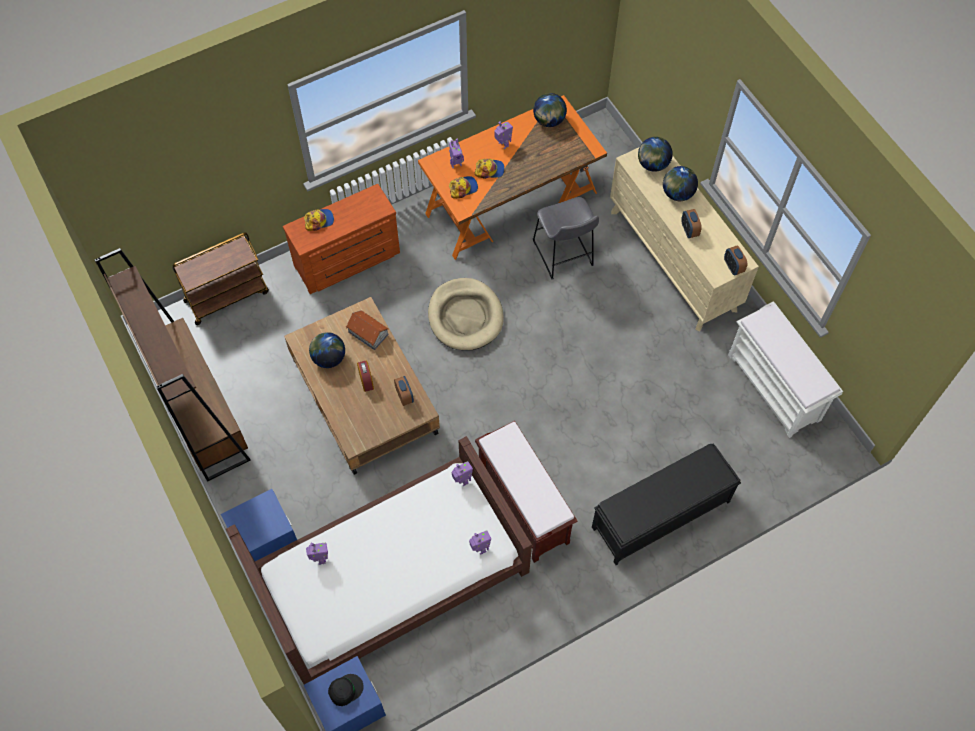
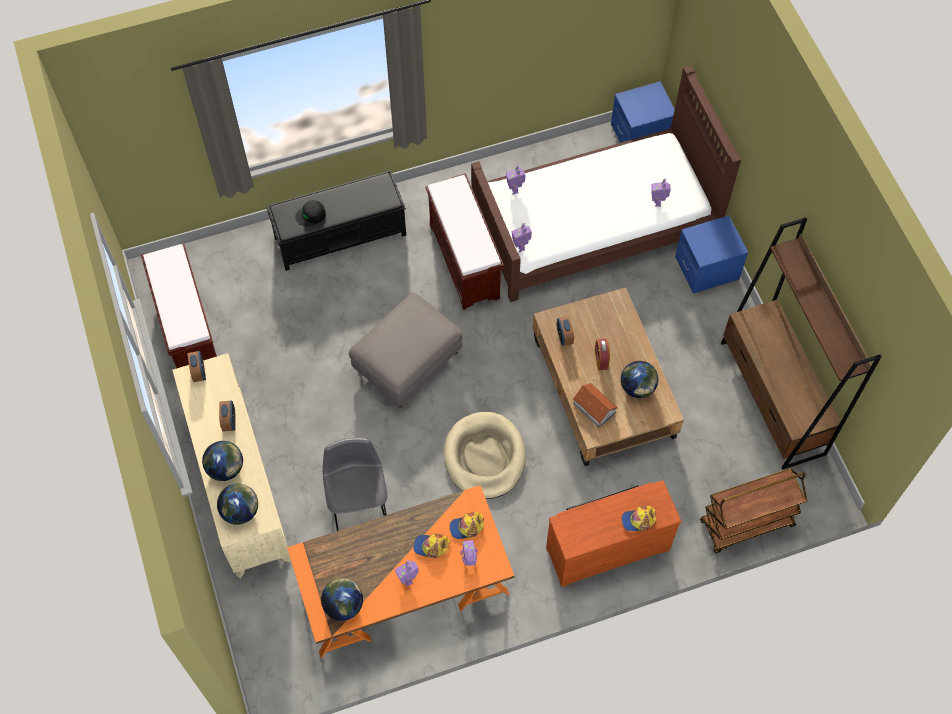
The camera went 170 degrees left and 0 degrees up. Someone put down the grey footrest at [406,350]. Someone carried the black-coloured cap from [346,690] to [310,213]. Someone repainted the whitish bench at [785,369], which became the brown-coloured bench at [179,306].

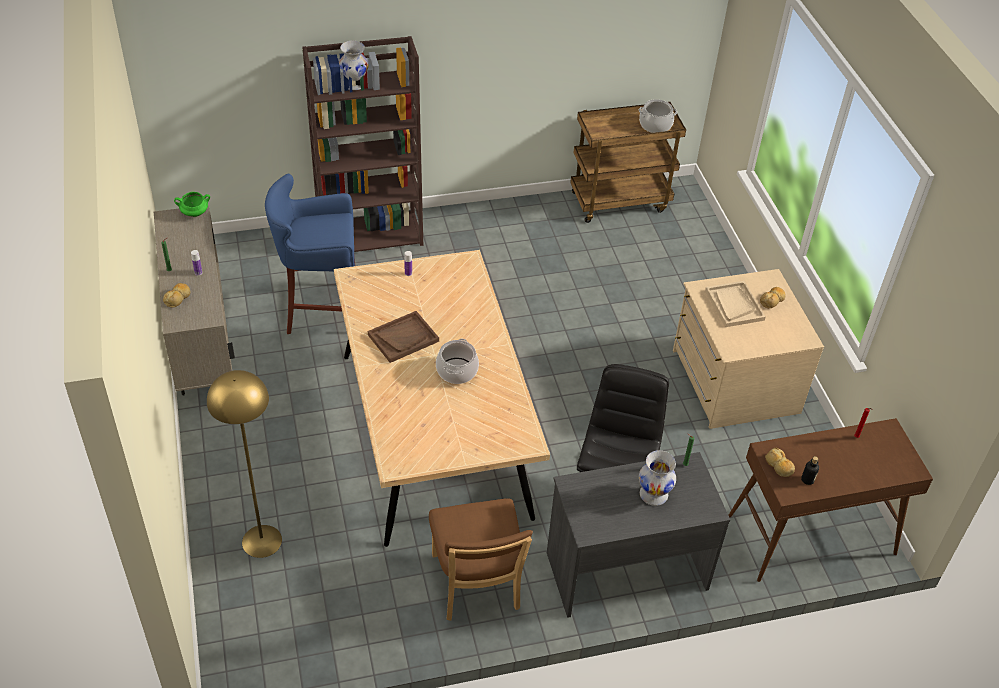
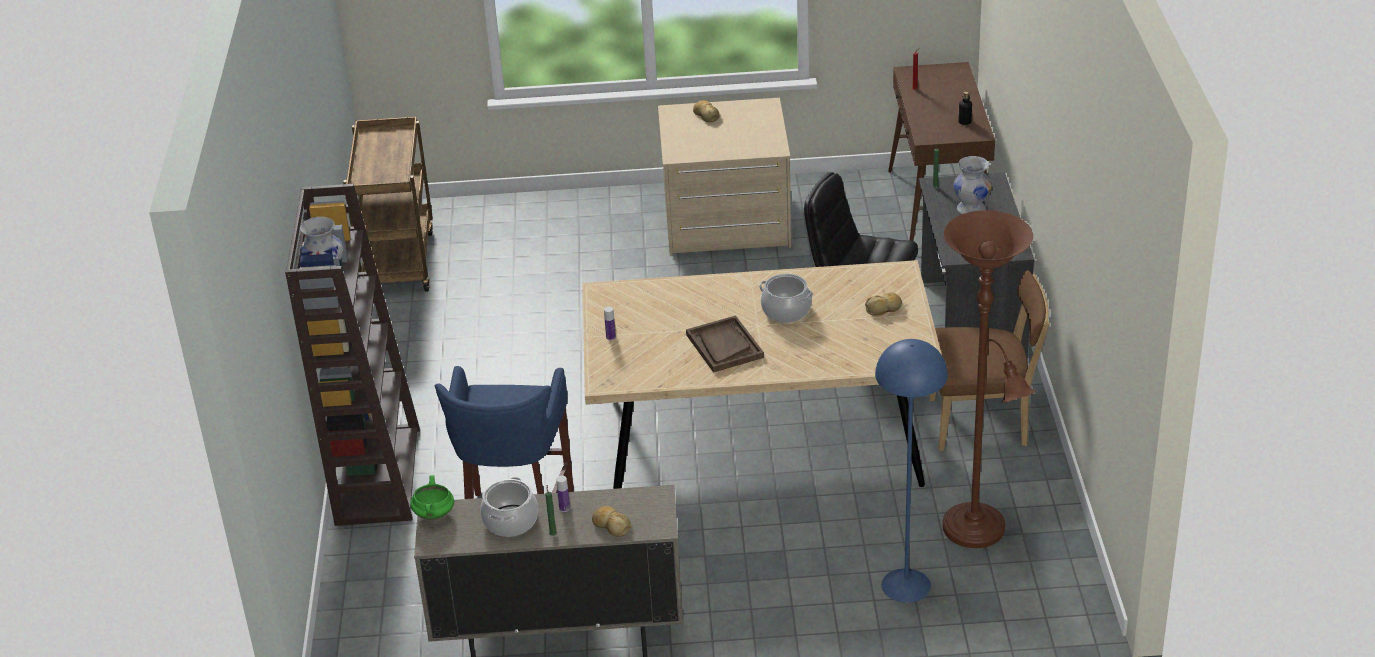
The camera went 75 degrees left and 10 degrees down. Someone took away the sand-coloured tray at [735,304]. Someone put down the brown-coloured standing lamp at [989,379]. Someone carried the saucepot from [658,116] to [509,507]. Someone carried the bread from [780,462] to [883,304]. Someone repainted the yellowish standing lamp at [244,464], which became the blue-coloured standing lamp at [911,471].

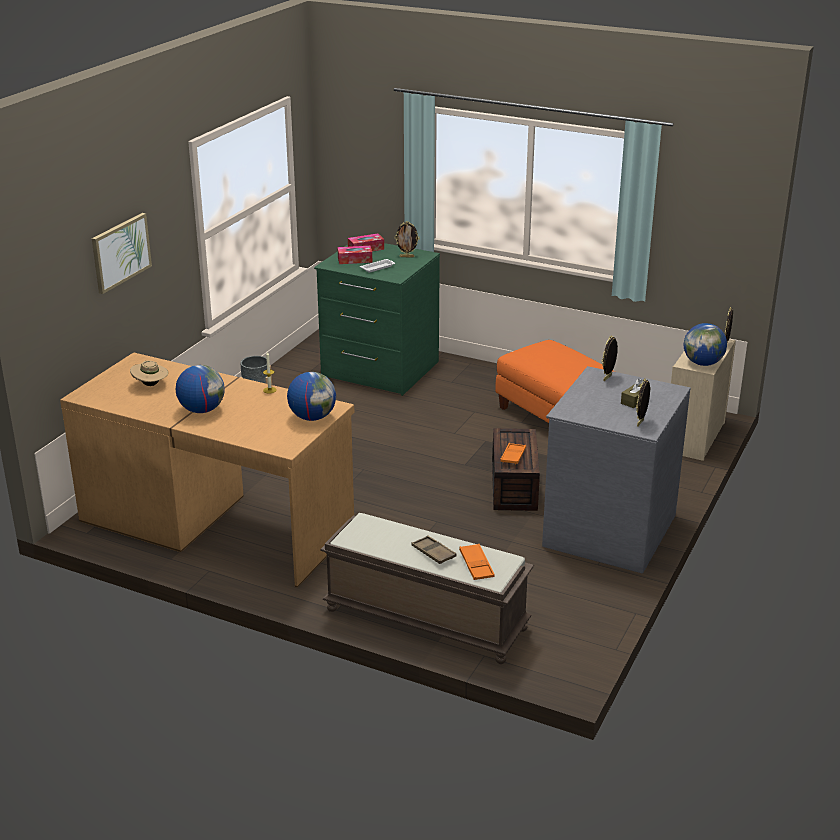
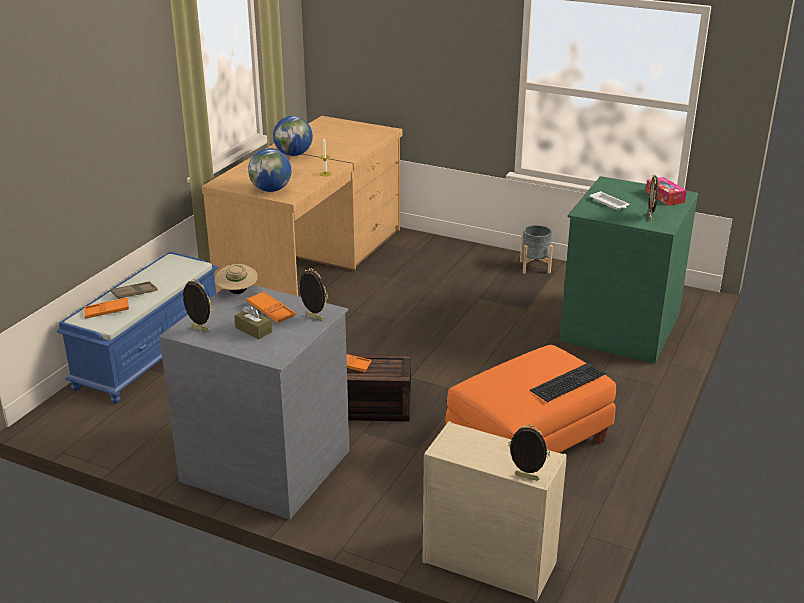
The camera went 90 degrees right and 0 degrees up. Someone took away the wall art at [122,253]. Someone took away the box of tissues at [355,255]. Someone took away the globe at [705,344]. Someone put down the orangey tray at [270,307]. Someone put down the PC keyboard at [568,382]. Someone carried the sand-coloured hat from [149,373] to [236,279]. Someone repainted the brown-coloured bench at [427,588], which became the blue-coloured bench at [137,328].

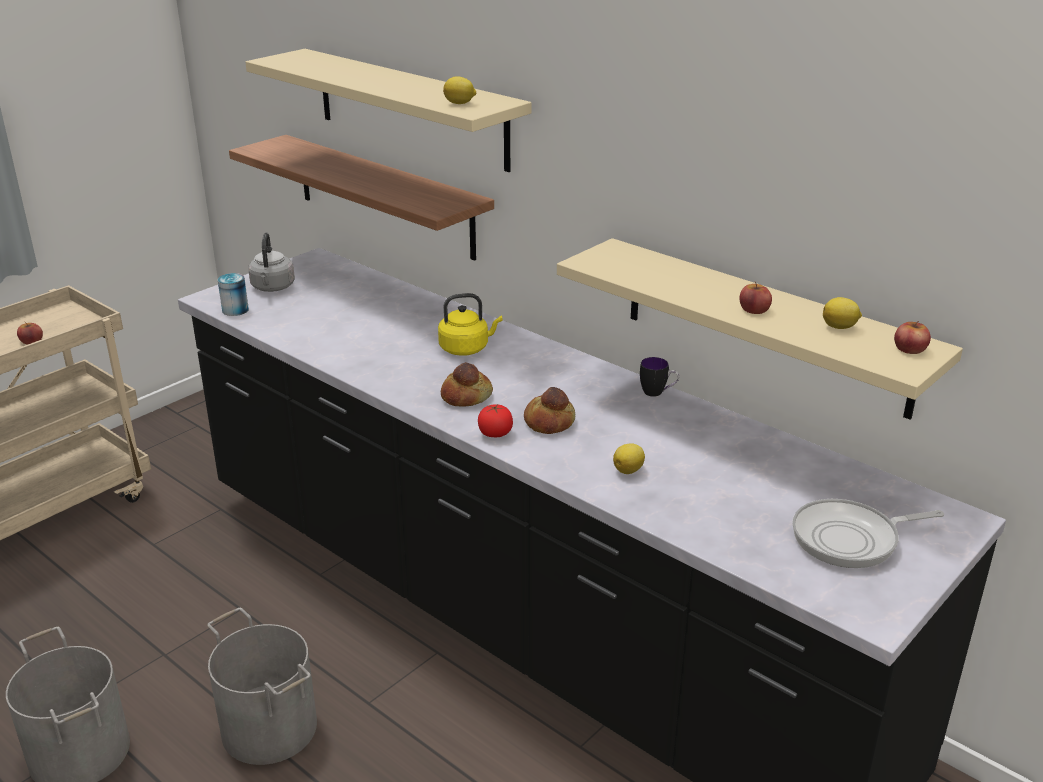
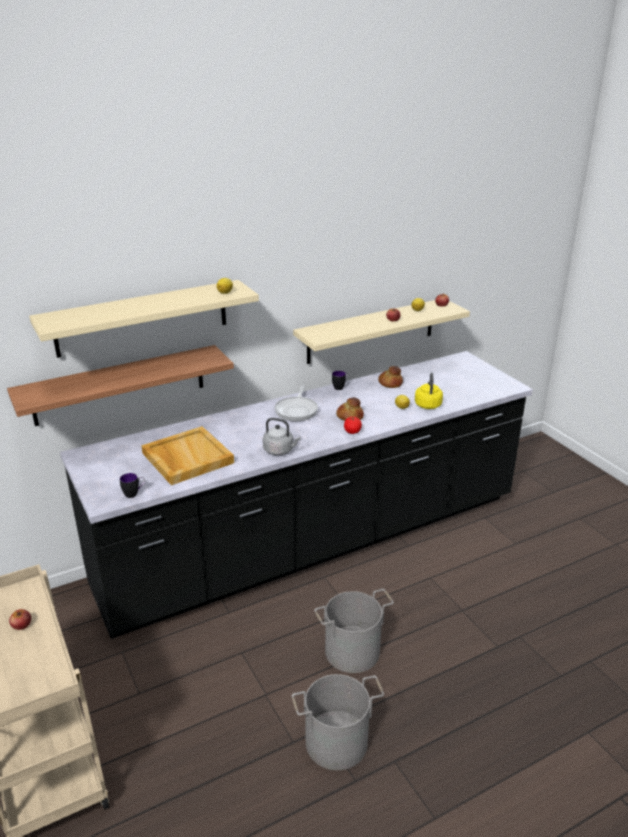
The camera went 70 degrees left and 0 degrees up. Someone put down the sand-coloured tray at [187,455]. Someone carried the grey kettle from [271,262] to [282,437]. Someone carried the yellowish kettle from [470,324] to [429,391]. Someone carried the bread from [467,384] to [390,377]. Someone carried the skillet from [868,533] to [296,403]. Someone swapped the metal can at [233,294] for the coffee mug at [132,485].

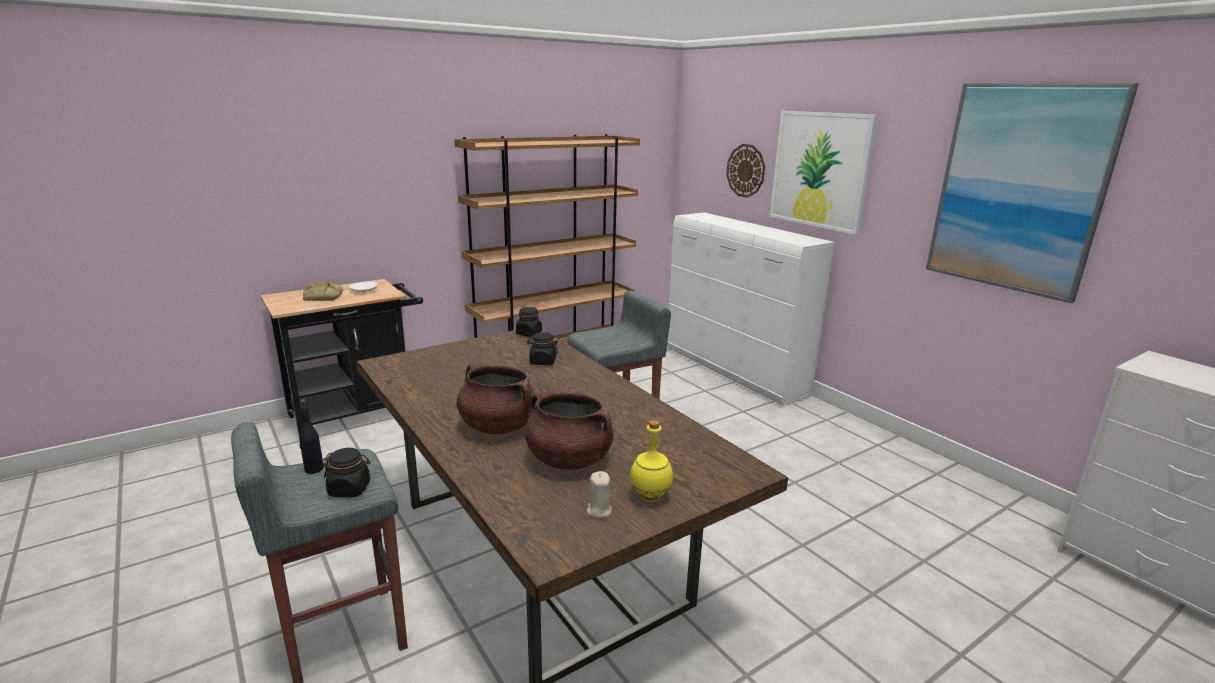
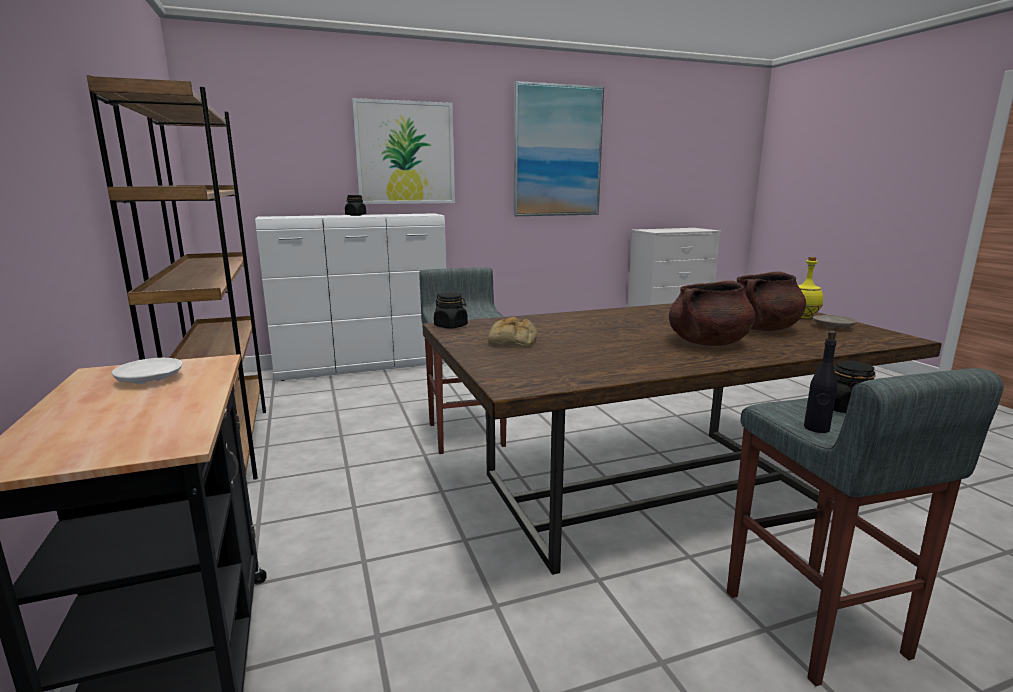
The camera went 75 degrees left and 5 degrees down. Someone took away the wall clock at [745,171]. Someone carried the bread from [323,291] to [512,331]. Someone carried the black-coloured preserve jar from [542,348] to [355,205]. Someone swapped the sand-coloured wax candle at [599,494] for the sand-coloured dinner plate at [835,322].

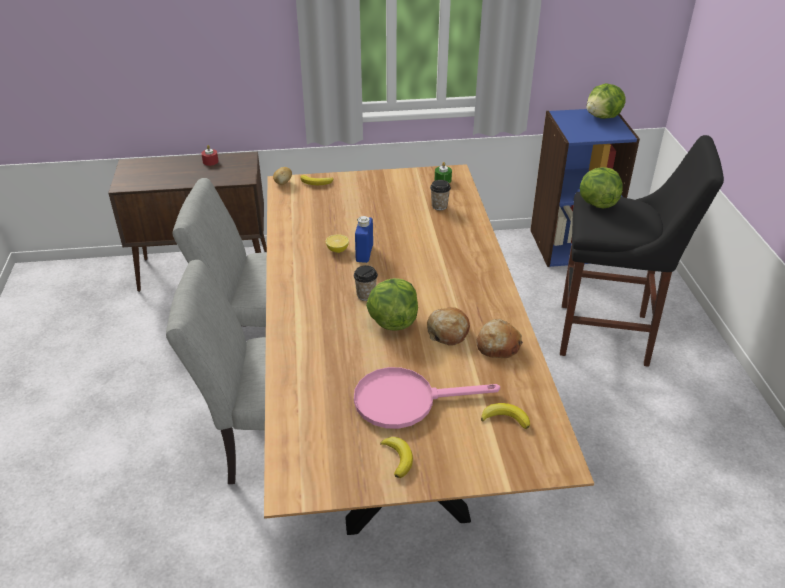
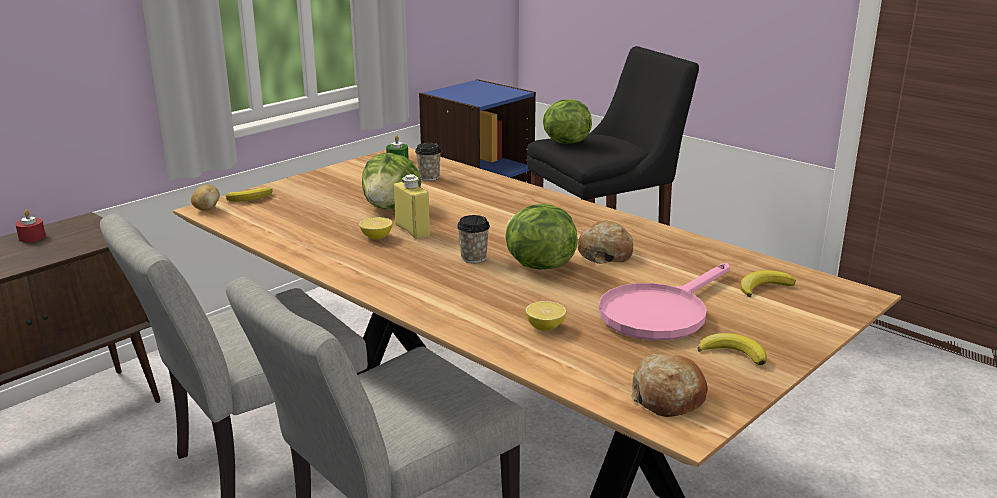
The camera went 40 degrees left and 15 degrees down. Someone put down the whole lemon at [546,316]. Someone carried the bread from [500,338] to [670,385]. Someone carried the lettuce from [606,101] to [391,181]. Someone repainted the blue-coloured beverage bottle at [364,239], which became the yellowish beverage bottle at [412,206].

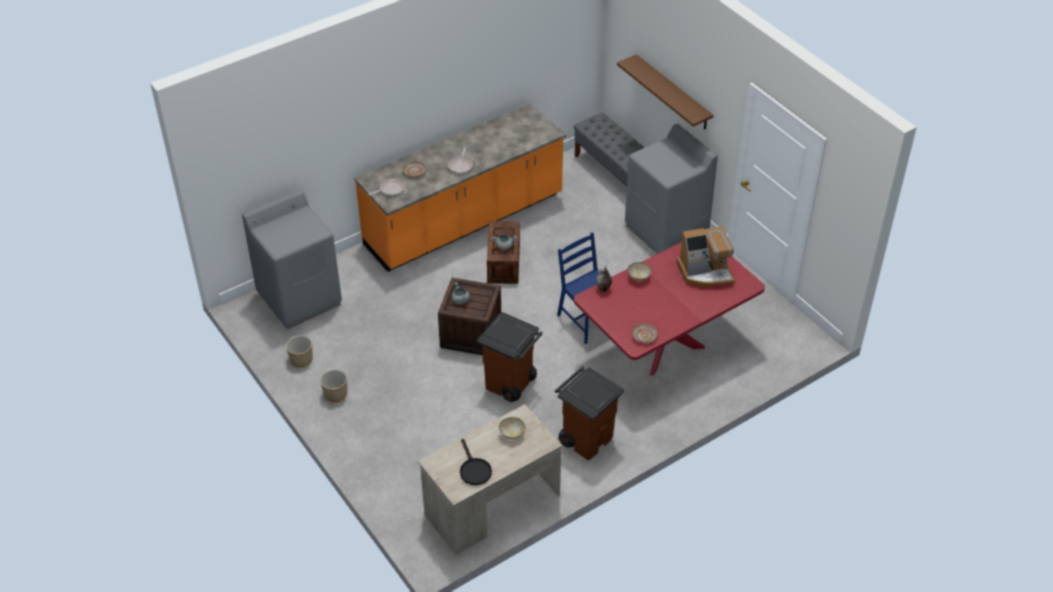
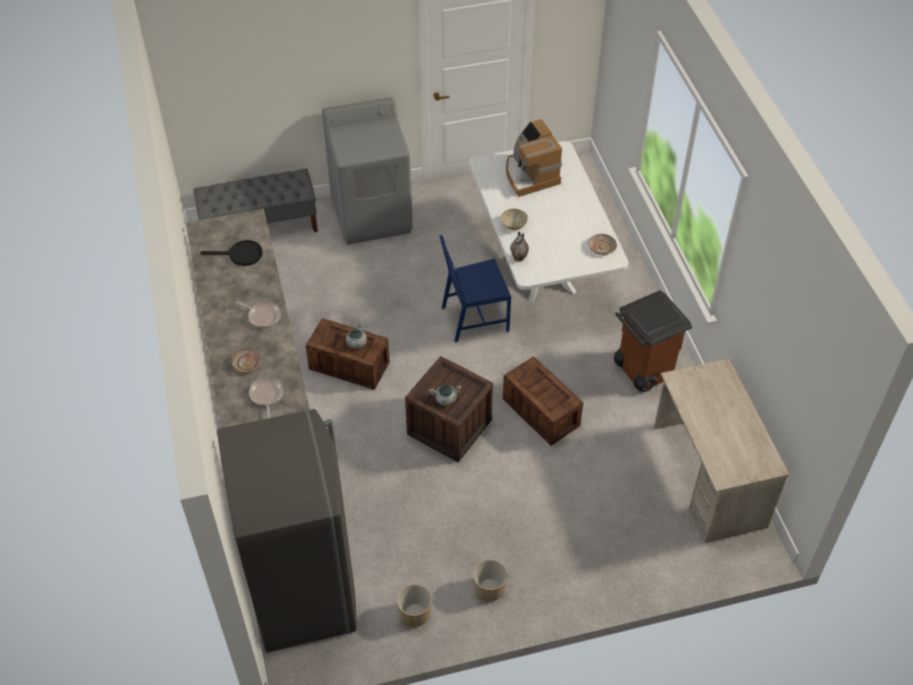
The camera went 70 degrees left and 5 degrees up. Someone took away the serving bowl at [512,428]. Someone took away the brown-coloured wall shelf at [665,91]. Someone carried the black-coloured skillet from [476,462] to [231,253]. Someone swapped the grey washing machine at [292,259] for the grey fridge at [287,530]. Someone swapped the brown-coloured rubbish bin at [510,357] for the crate at [543,401]. Someone repainted the red dining table at [669,309], which became the whitish dining table at [549,222]. Someone rotated the coffee brewer at [705,256] by 150 degrees clockwise.

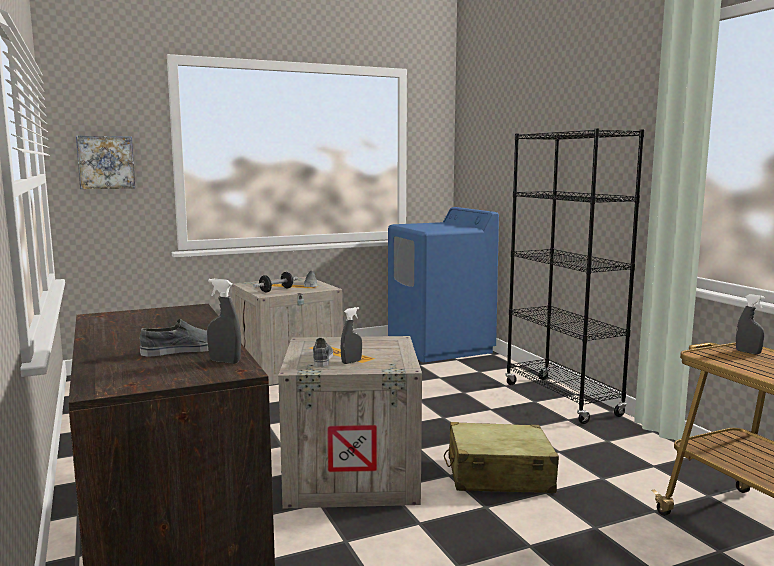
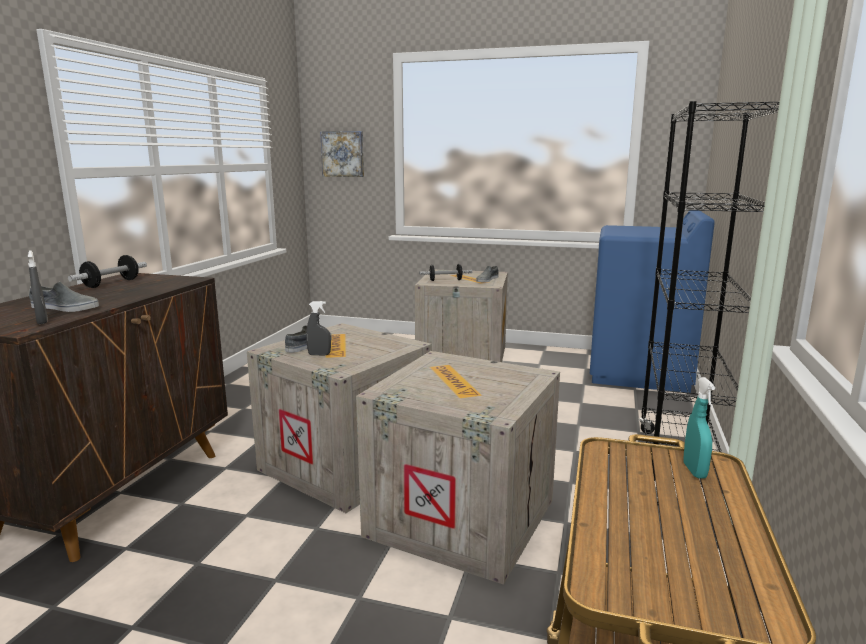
The camera went 40 degrees right and 5 degrees up. Someone put down the hand weight at [107,271]. Someone swapped the sand-coloured piece of luggage at [501,457] for the crate at [458,468]. Someone repainted the grey sprayer at [750,324], which became the turquoise sprayer at [699,428].

